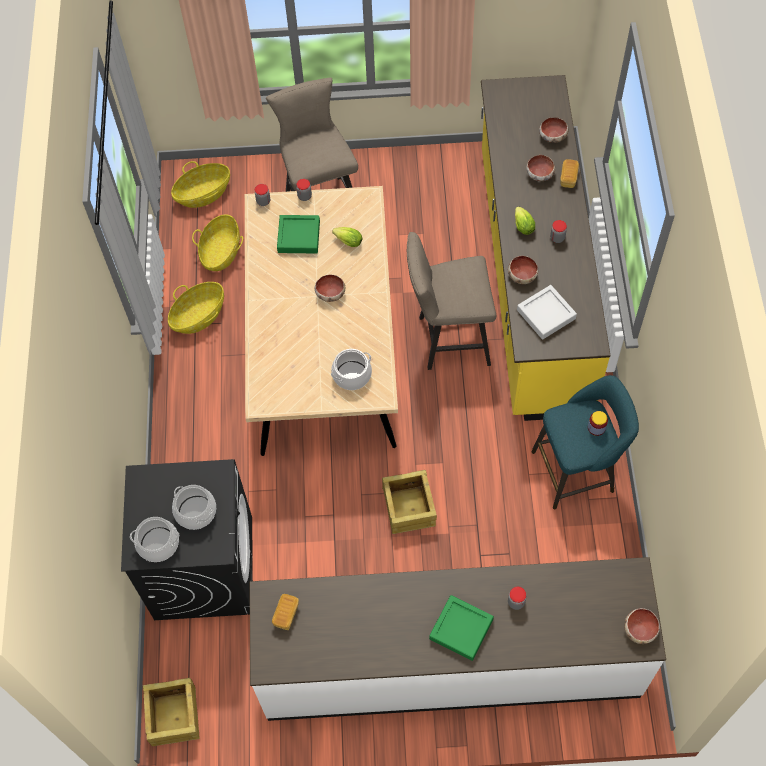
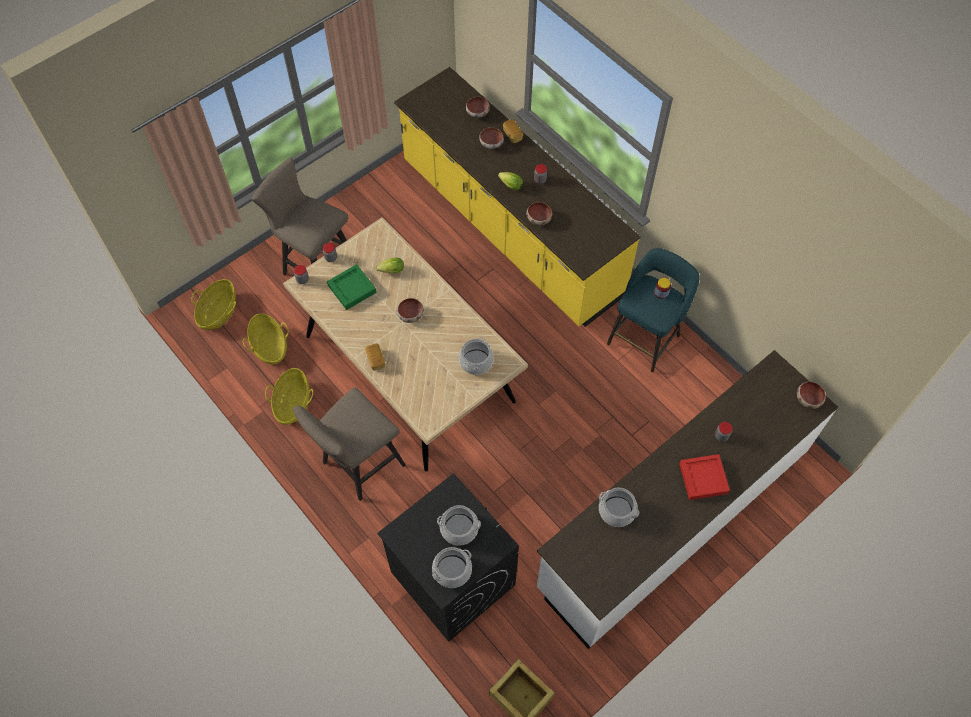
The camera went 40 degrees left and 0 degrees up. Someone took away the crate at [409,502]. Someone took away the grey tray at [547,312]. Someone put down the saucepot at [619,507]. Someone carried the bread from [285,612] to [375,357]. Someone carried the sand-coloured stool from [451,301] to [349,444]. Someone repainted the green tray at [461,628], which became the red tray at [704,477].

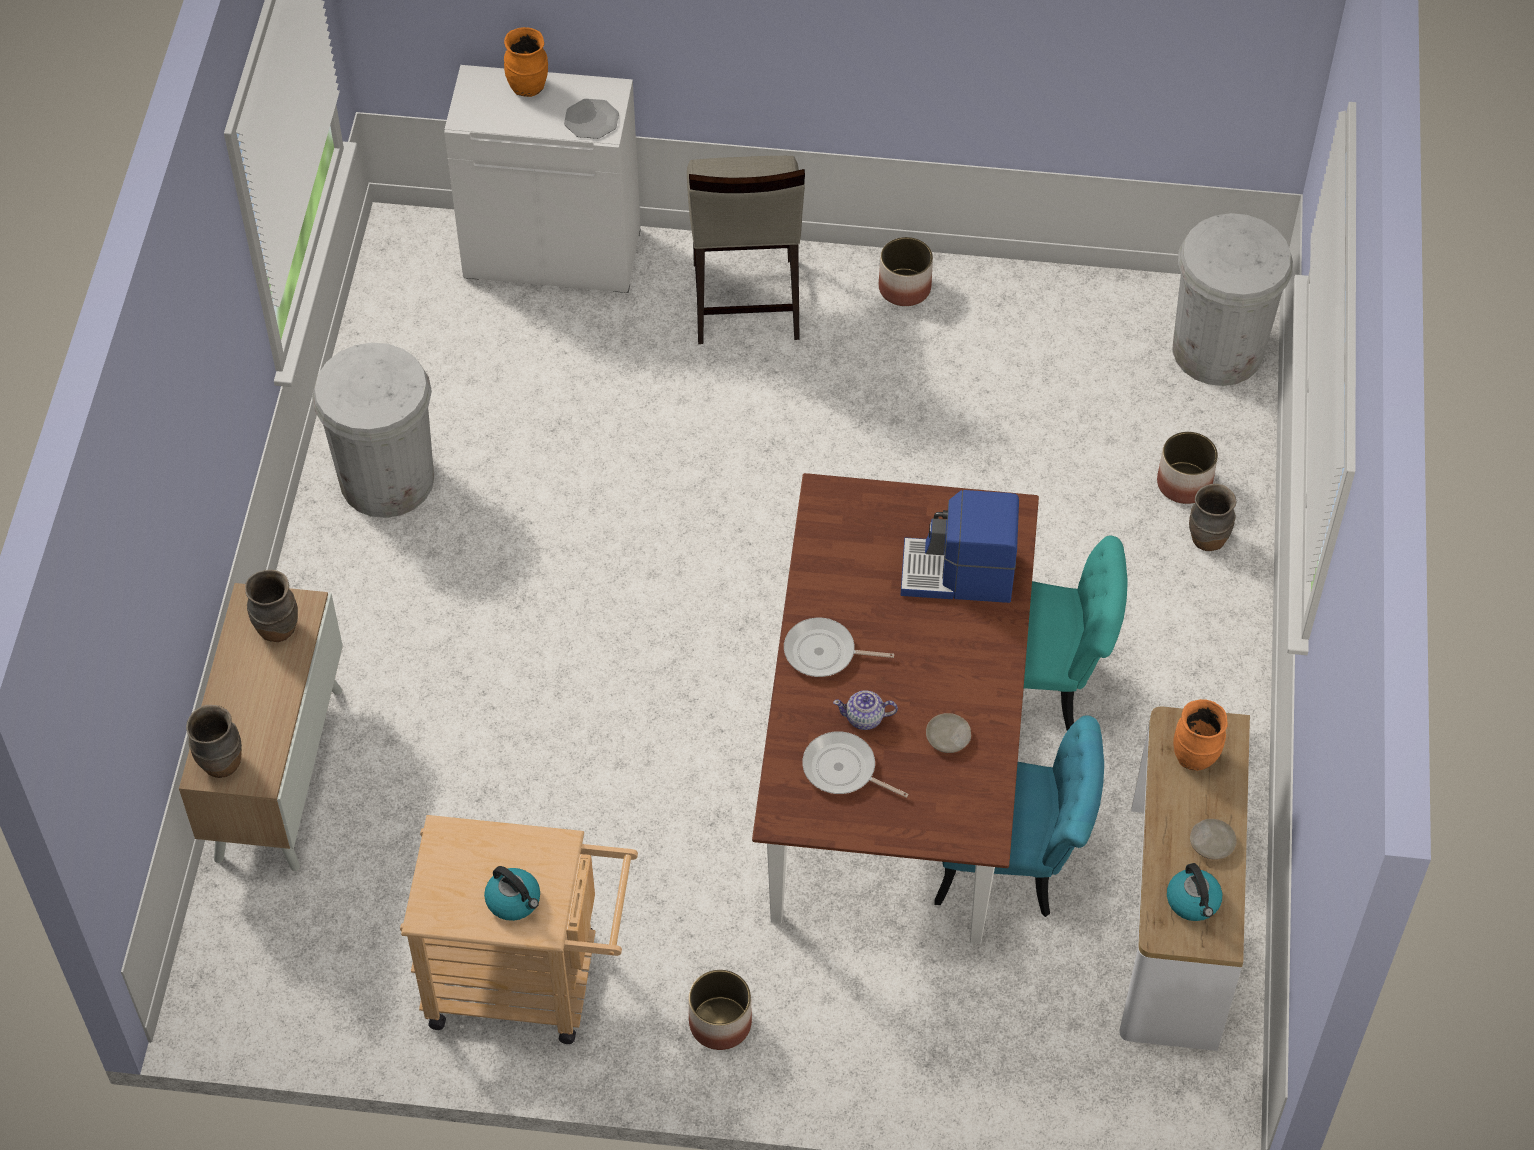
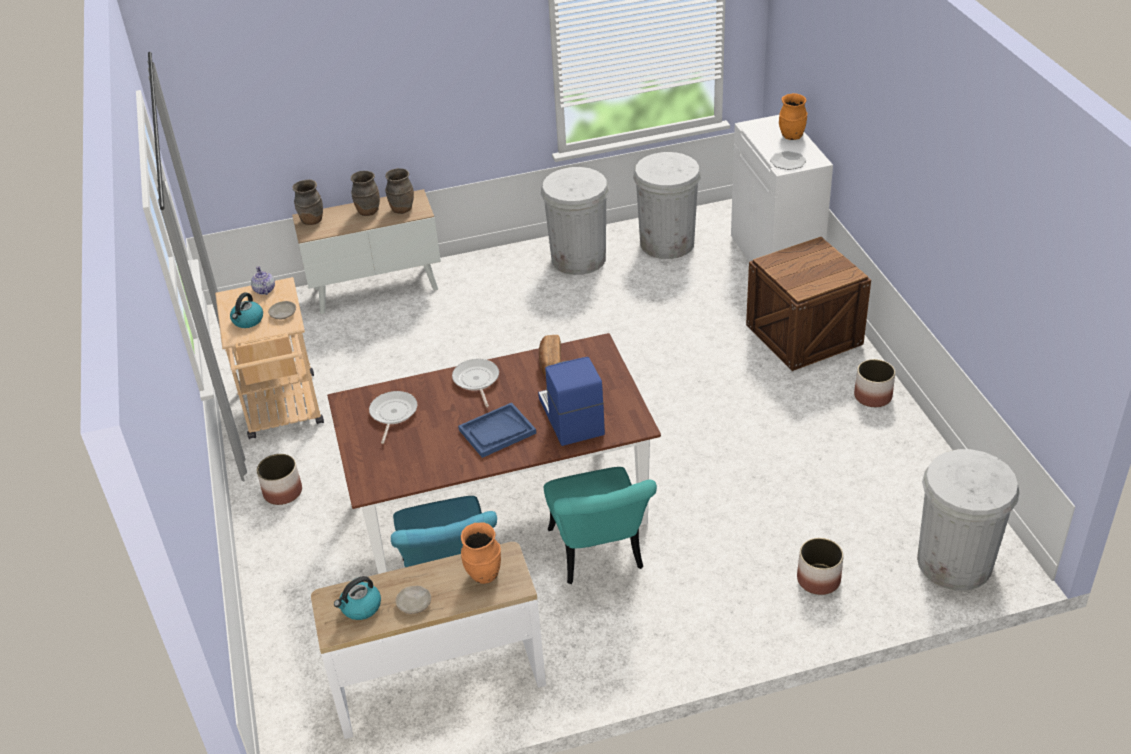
The camera went 70 degrees right and 15 degrees down. Someone put down the blue-coloured tray at [497,430]. Someone put down the bread at [550,355]. Someone put down the whitish rubbish bin at [667,205]. Someone carried the tea pot from [865,710] to [263,280]. Someone carried the sand-coloured dinner plate from [948,733] to [282,310]. Someone carried the brown-coloured flower vase from [1213,517] to [365,193]. Someone swapped the sand-coloured stool at [746,250] for the crate at [808,304].

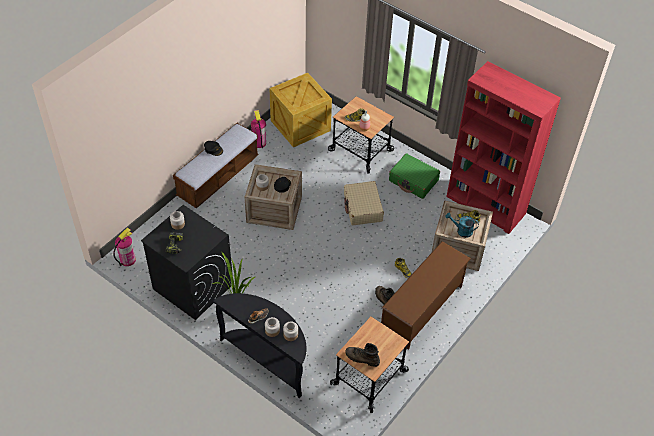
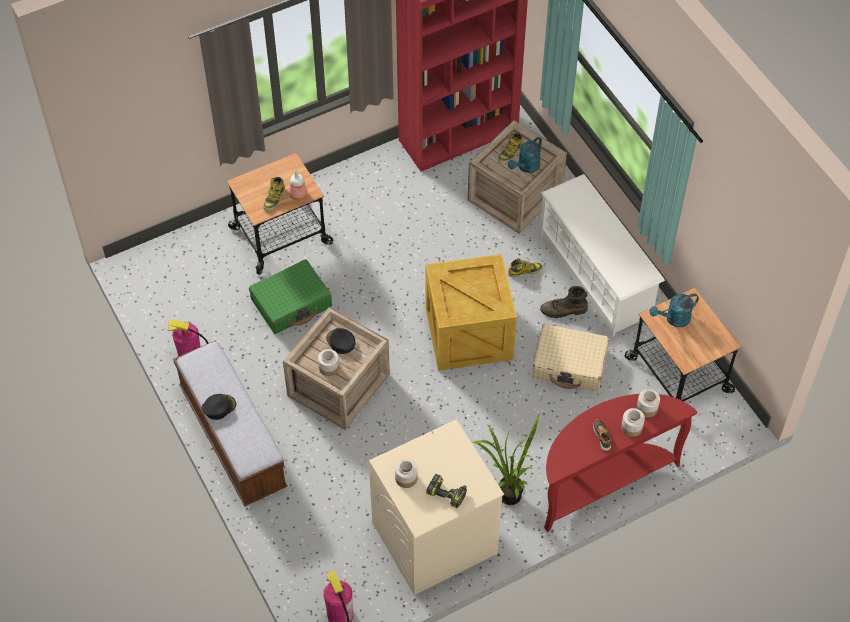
The camera went 65 degrees left and 5 degrees up. Someone took away the brown-coloured boot at [362,355]. Someone put down the turquoise watering pot at [674,310]. Someone carried the crate from [300,110] to [471,312]. Someone carried the sand-coloured piece of luggage from [364,203] to [570,357]. Someone carried the green piece of luggage from [414,176] to [290,296]. Someone repainted the black-coloured washing machine at [187,262], which became the sand-coloured washing machine at [436,507]. Someone repainted the black-coloured hall table at [260,345], which became the red hall table at [620,463]. Someone repainted the brown-coloured shoe rack at [426,295], which became the whitish shoe rack at [602,255].

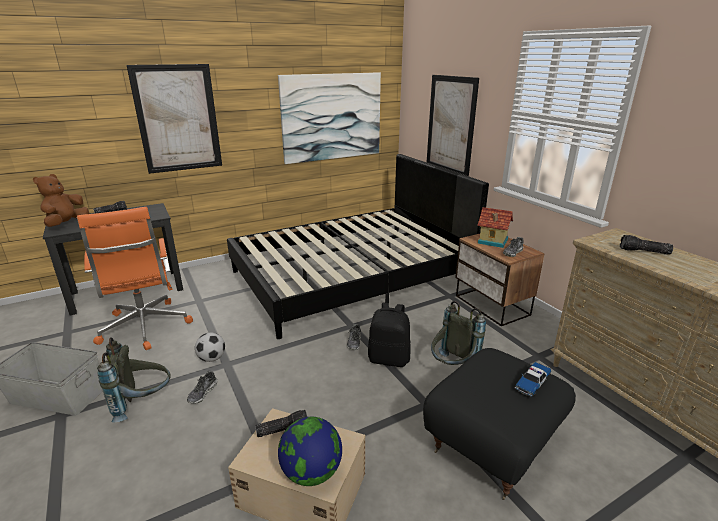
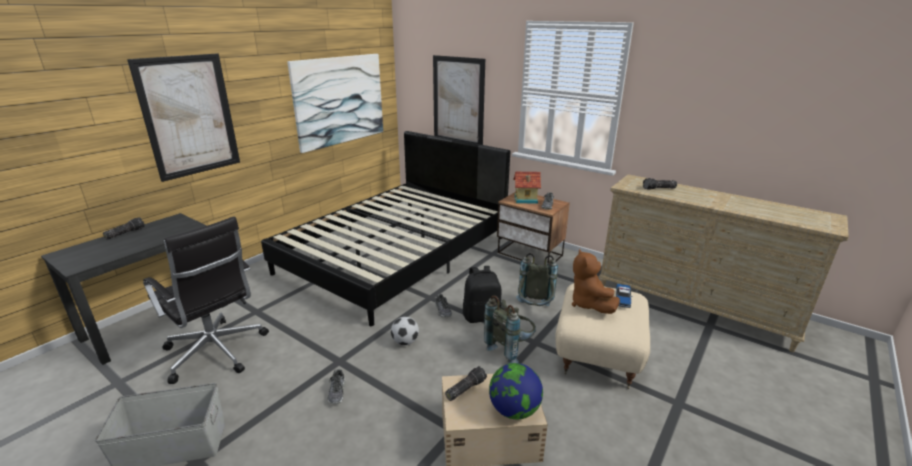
The camera went 25 degrees left and 0 degrees up. Someone carried the brown-coloured cuddly toy from [61,200] to [596,281]. Someone carried the grey rucksack from [134,379] to [510,329]. Someone carried the football ball from [210,347] to [405,331]. Someone repainted the orangey office chair at [135,278], which became the black-coloured office chair at [206,300]. Someone repainted the black-coloured footrest at [499,424], which became the sand-coloured footrest at [602,336].

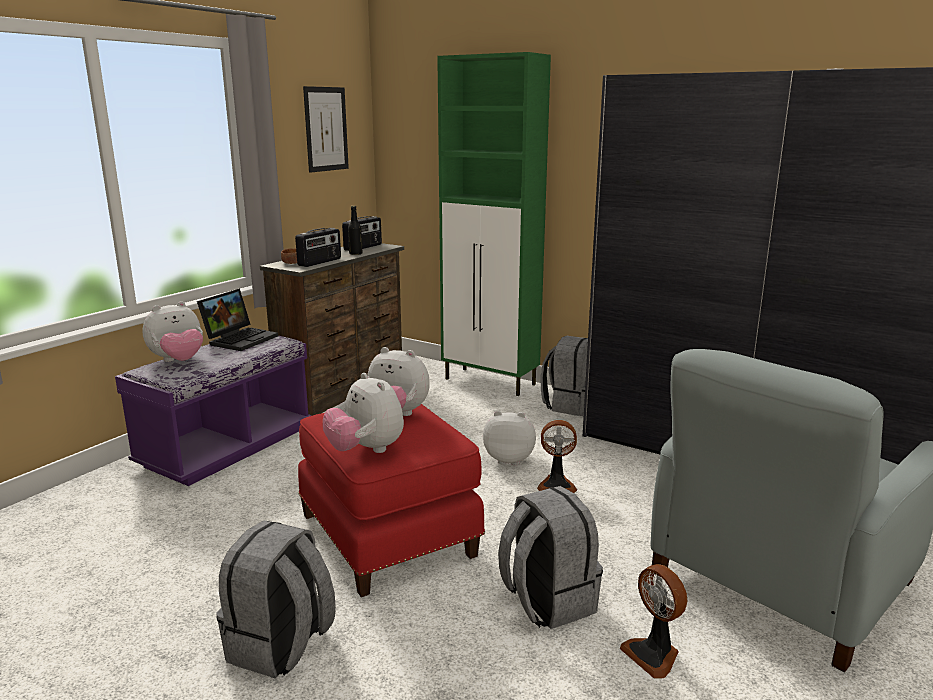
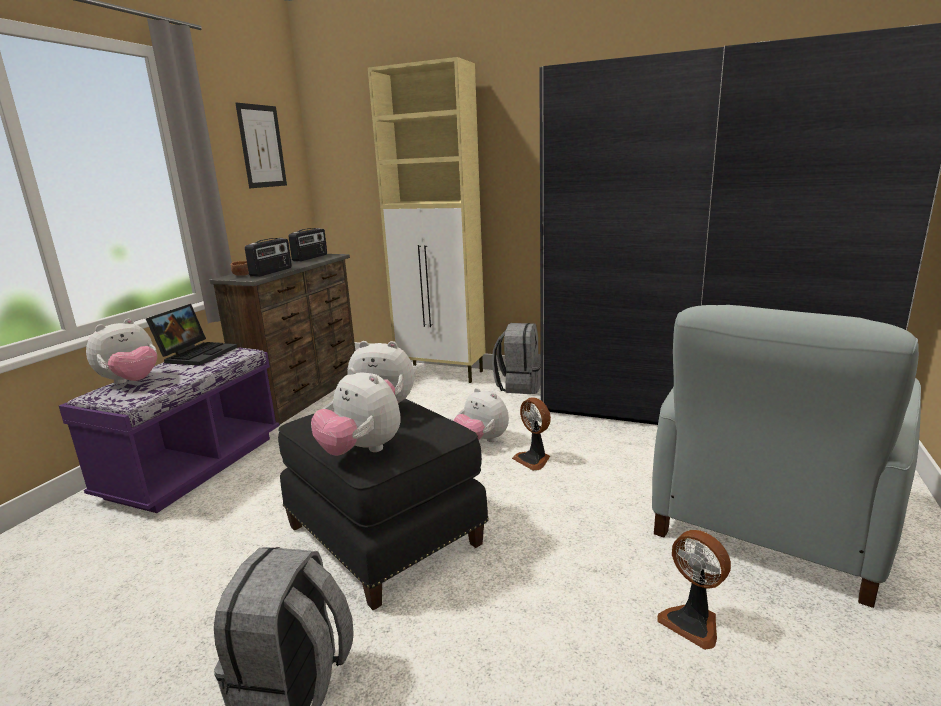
The camera went 10 degrees left and 0 degrees up. Someone took away the black-coloured beverage bottle at [355,230]. Someone took away the grey rucksack at [550,557]. Someone repainted the red footrest at [391,500], which became the black-coloured footrest at [383,504]. Someone repainted the green cupboard at [494,224], which became the sand-coloured cupboard at [427,220]. Someone rotated the cuddly toy at [509,438] by 135 degrees counterclockwise. Someone rotated the cooling fan at [557,456] by 60 degrees clockwise.

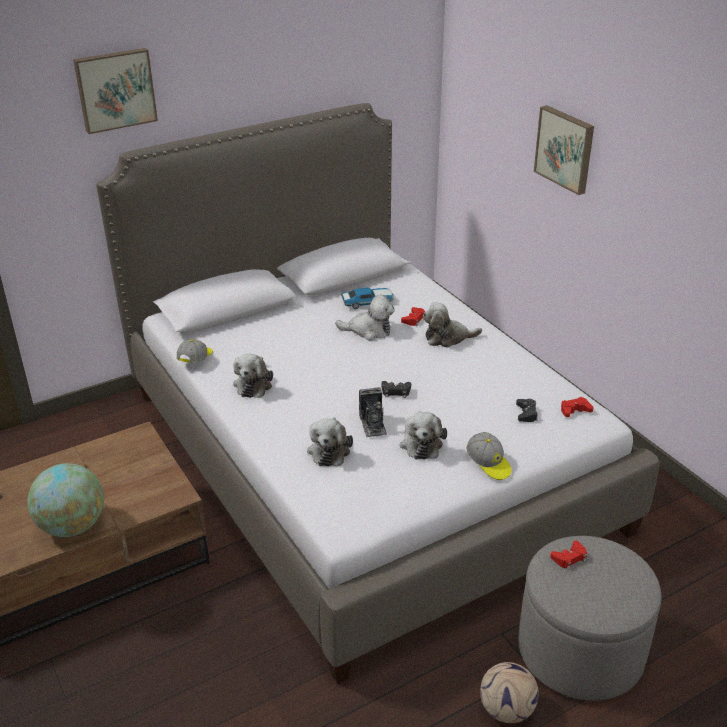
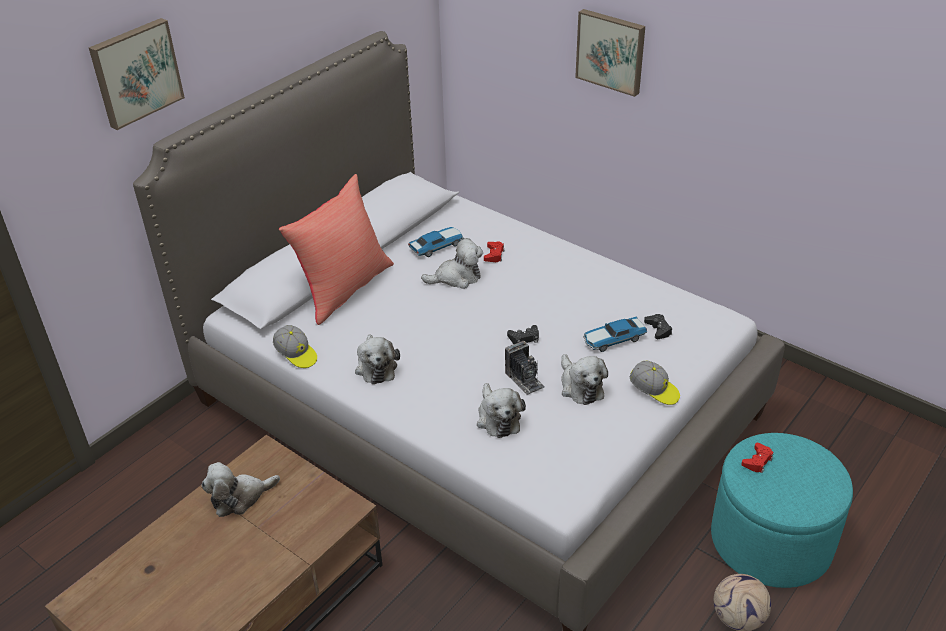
The camera went 20 degrees left and 5 degrees up. Someone took away the globe at [65,500]. Someone took away the red game controller at [577,407]. Someone put down the red pillow at [336,249]. Someone put down the toy car at [615,334]. Someone carried the cuddly toy from [452,325] to [240,489]. Someone repainted the grey footrest at [589,618], which became the turquoise footrest at [782,510]. Someone rotated the cap at [194,351] by 135 degrees clockwise.

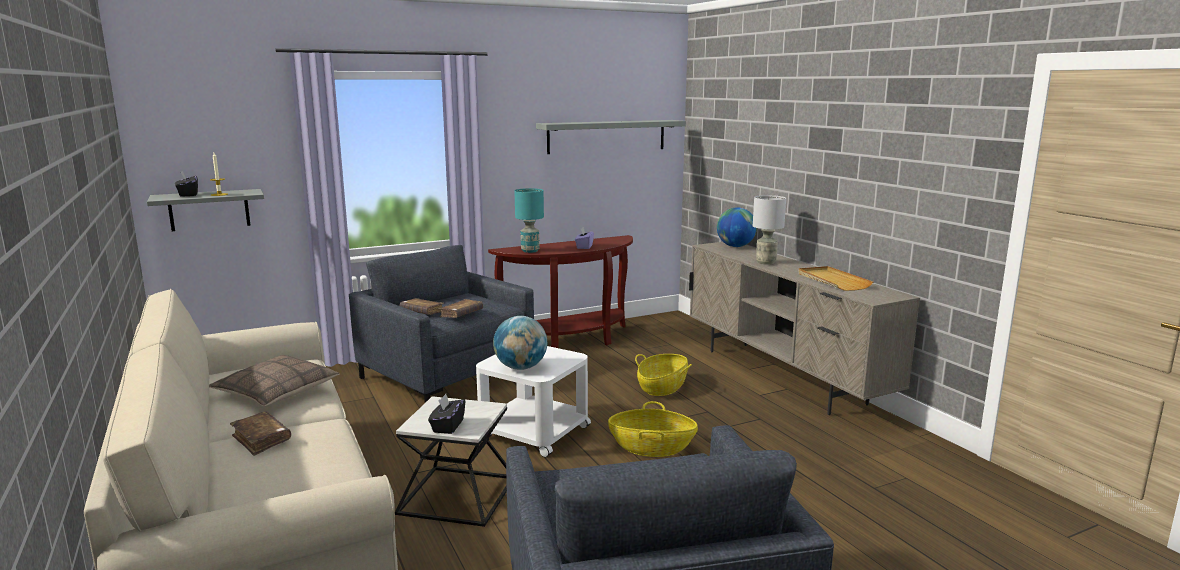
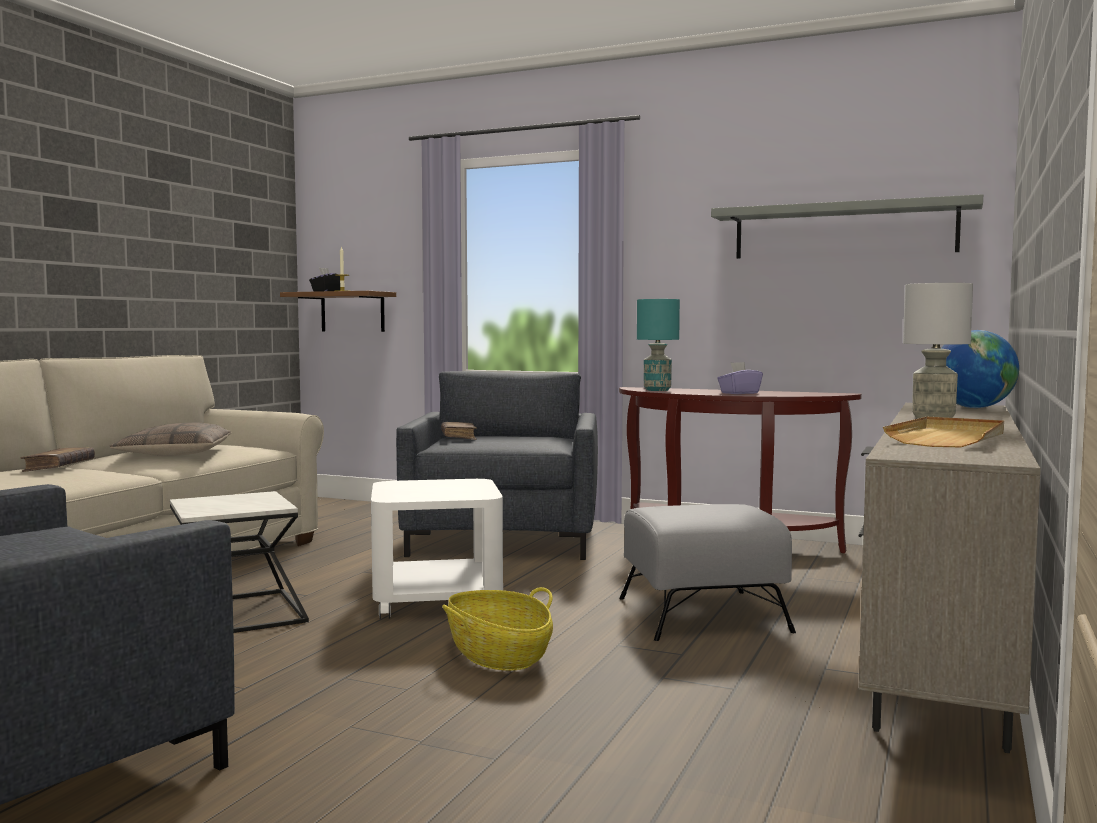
The camera went 50 degrees right and 10 degrees down. Someone took away the black-coloured box of tissues at [446,414]. Someone took away the brown-coloured bound book at [460,308]. Someone took away the globe at [520,343]. Someone swapped the basket at [663,375] for the grey footrest at [707,572]. Someone repainted the grey wall shelf at [205,210], which became the brown-coloured wall shelf at [338,311].

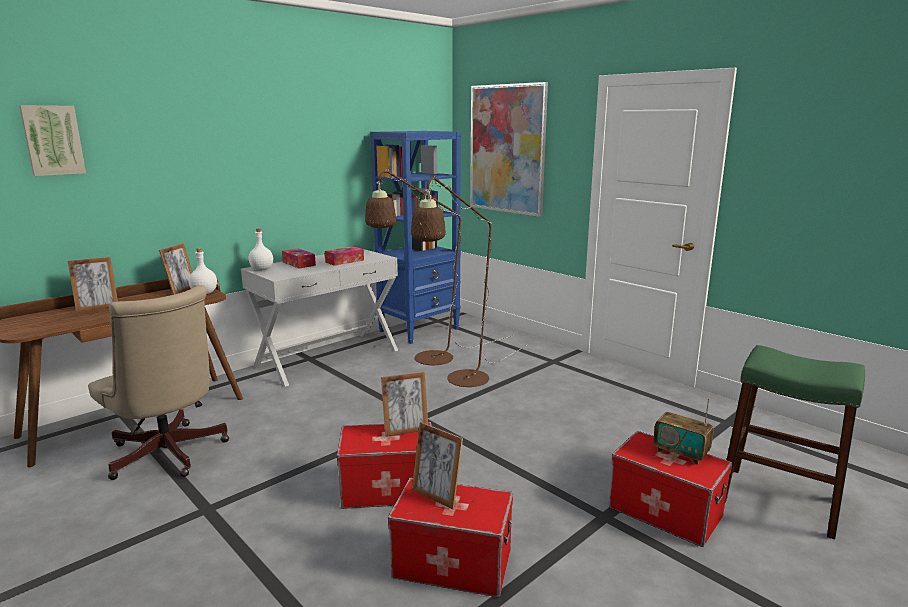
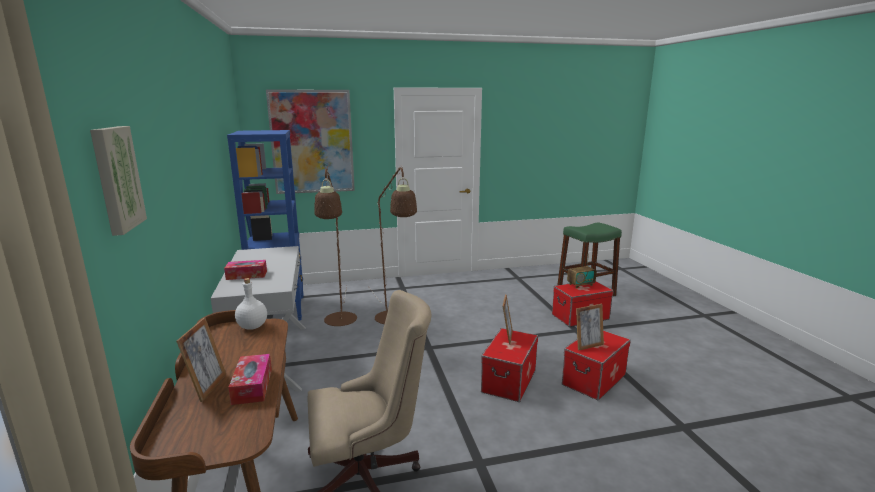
The camera went 60 degrees left and 0 degrees up. Someone took away the photo frame at [176,269]. Someone took away the whitish beverage bottle at [261,249]. Someone carried the box of tissues from [344,256] to [250,379].

